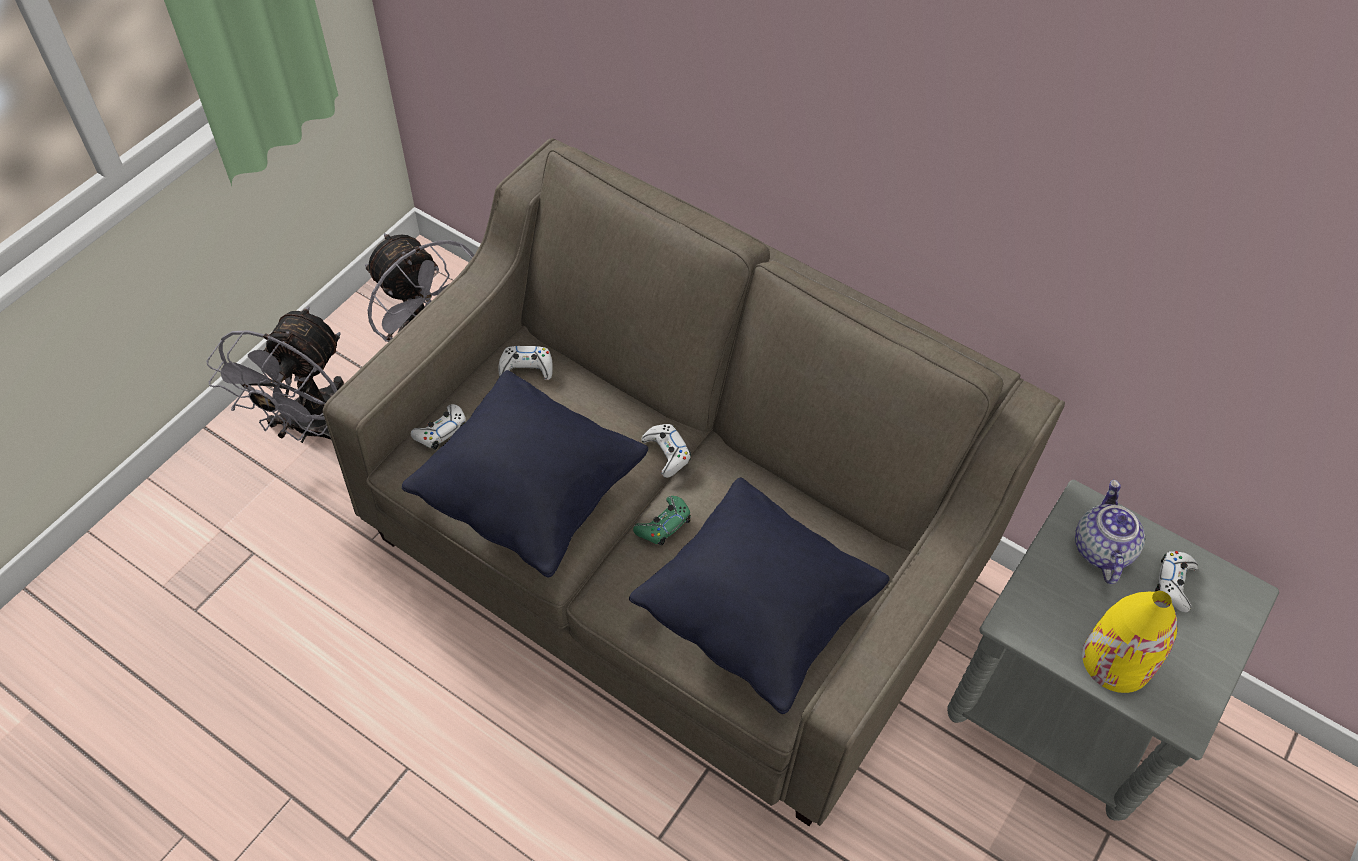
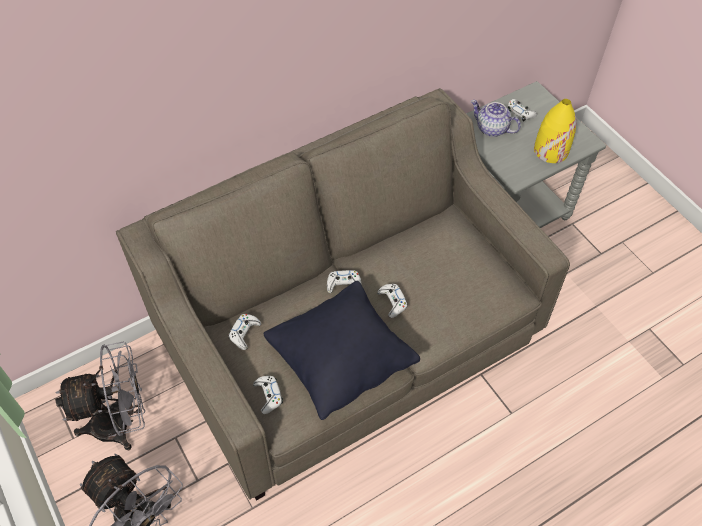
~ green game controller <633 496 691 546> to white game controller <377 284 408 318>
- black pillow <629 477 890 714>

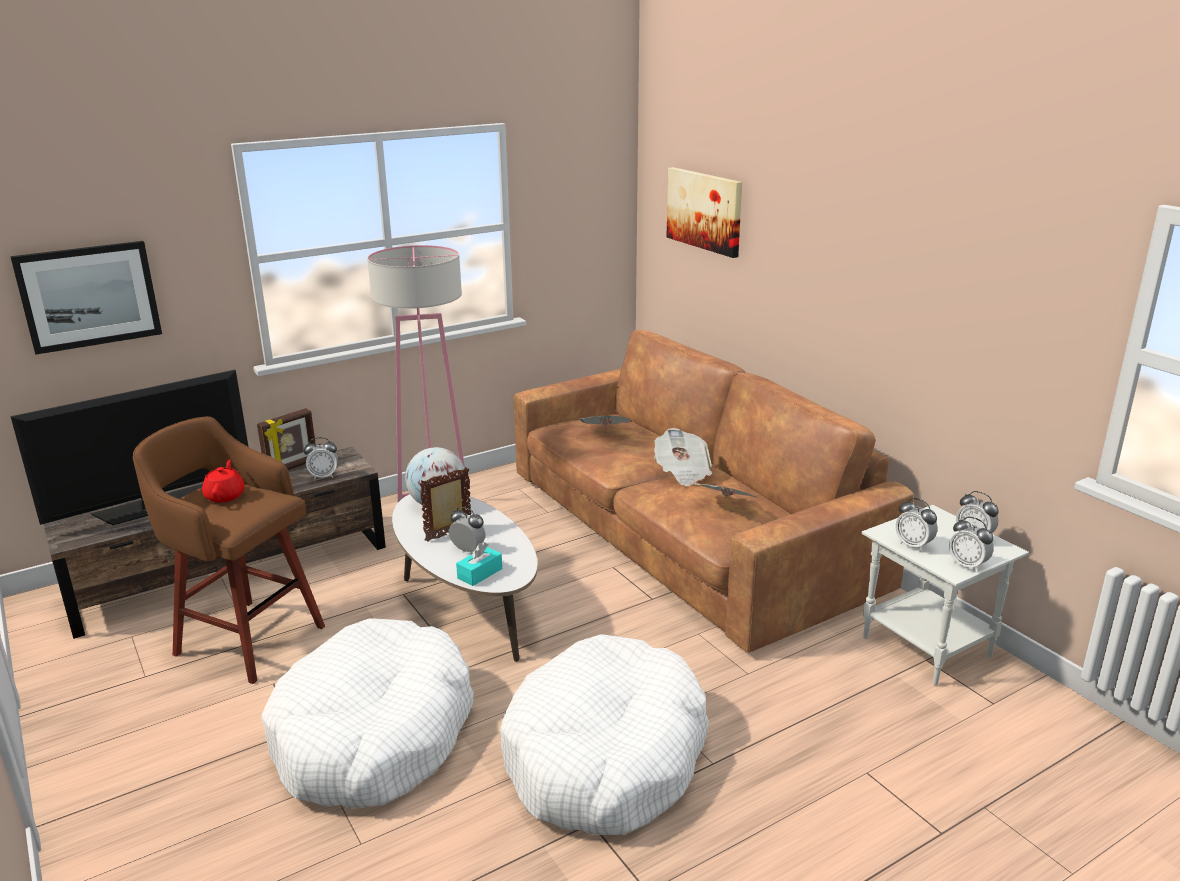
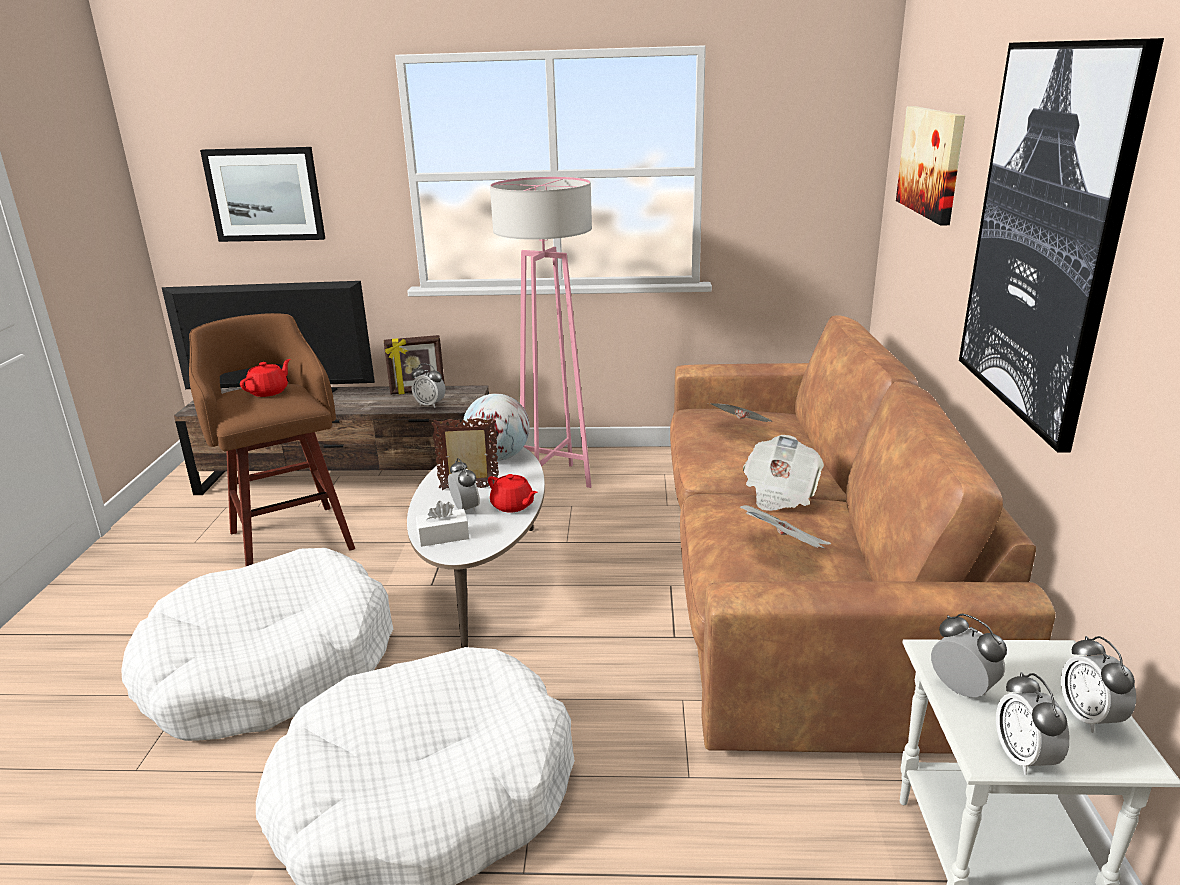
~ turquoise tissue box <456 542 502 586> to white tissue box <416 501 469 547>
+ red teapot <488 474 538 513>
~ alarm clock <895 498 938 552> = <931 614 1007 698> 150 degrees clockwise
+ picture <959 38 1164 452>

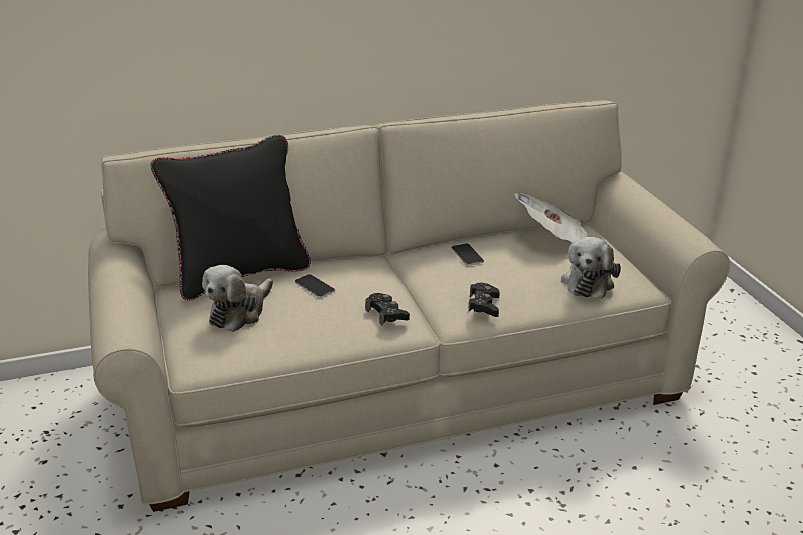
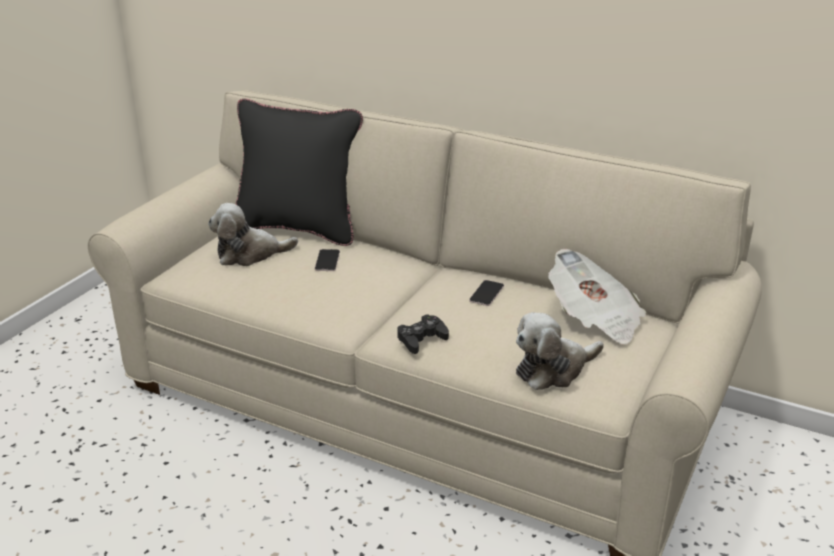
- black game controller <365 293 410 325>

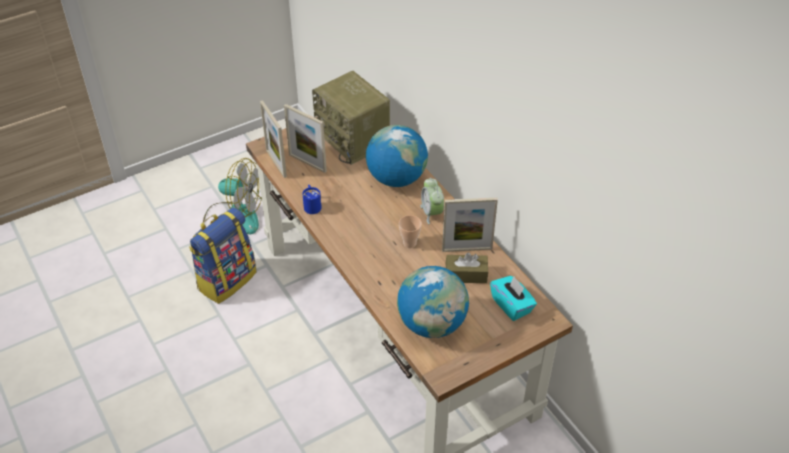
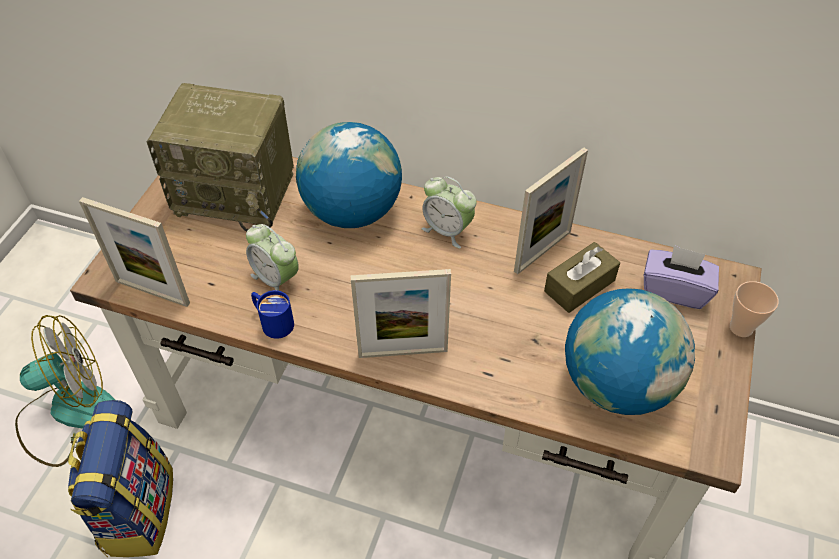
+ alarm clock <246 224 299 291>
~ picture frame <284 104 327 173> to <351 269 451 358>
~ turquoise tissue box <490 276 537 321> to purple tissue box <644 245 719 309>
~ cup <399 215 422 248> to <730 281 779 337>

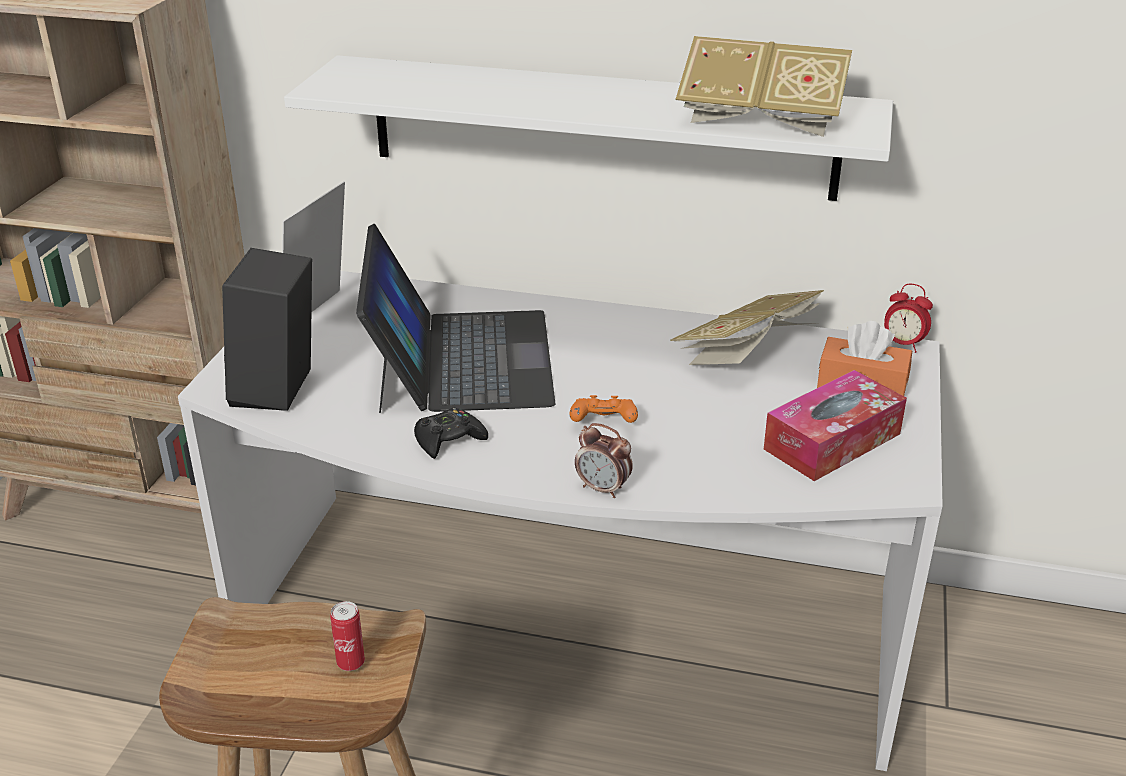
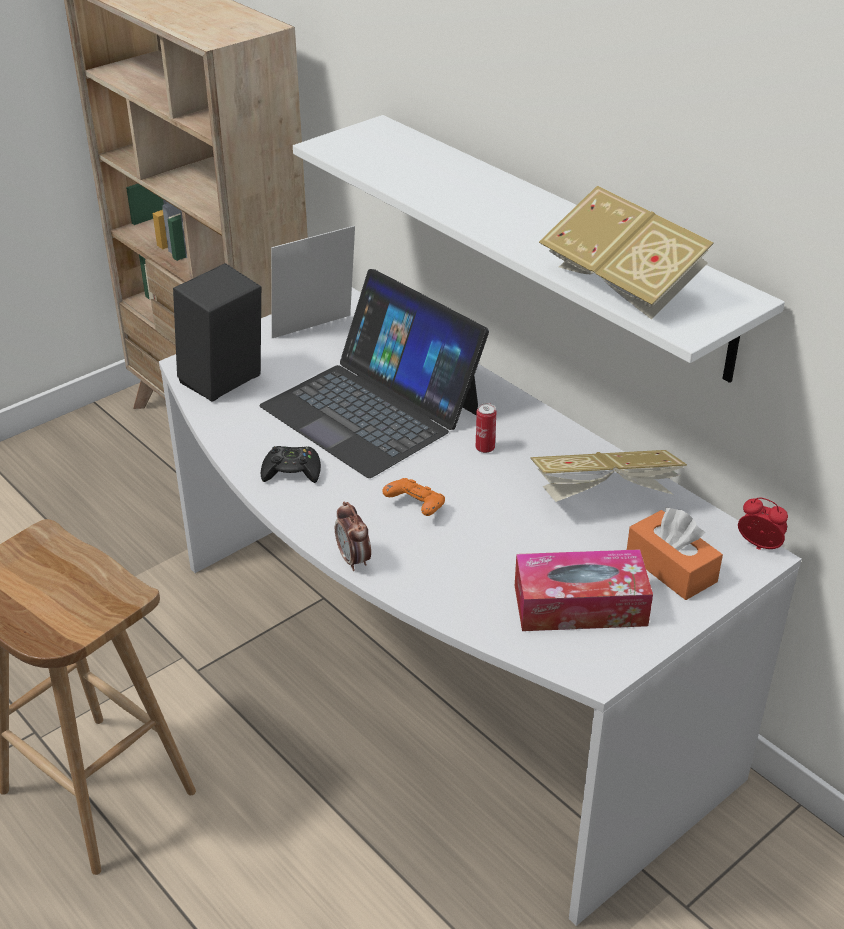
~ laptop <356 224 555 413> = <259 269 489 478> 105 degrees clockwise
~ can <330 601 365 671> to <476 403 496 453>
~ alarm clock <884 284 933 353> = <738 497 788 550> 150 degrees clockwise

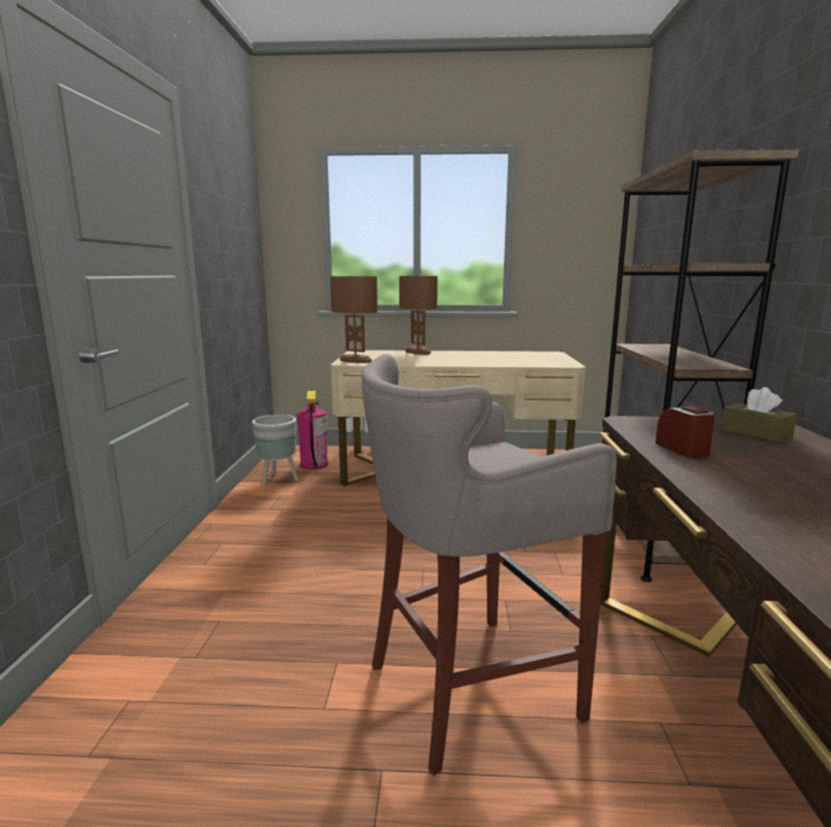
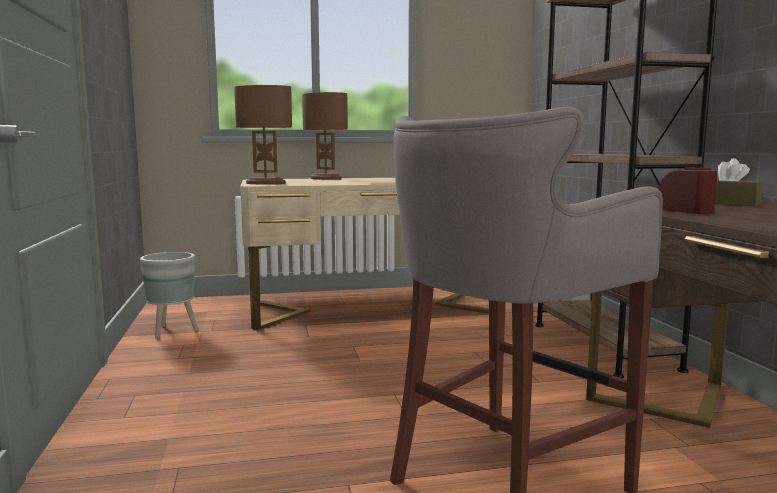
- fire extinguisher <297 391 328 470>

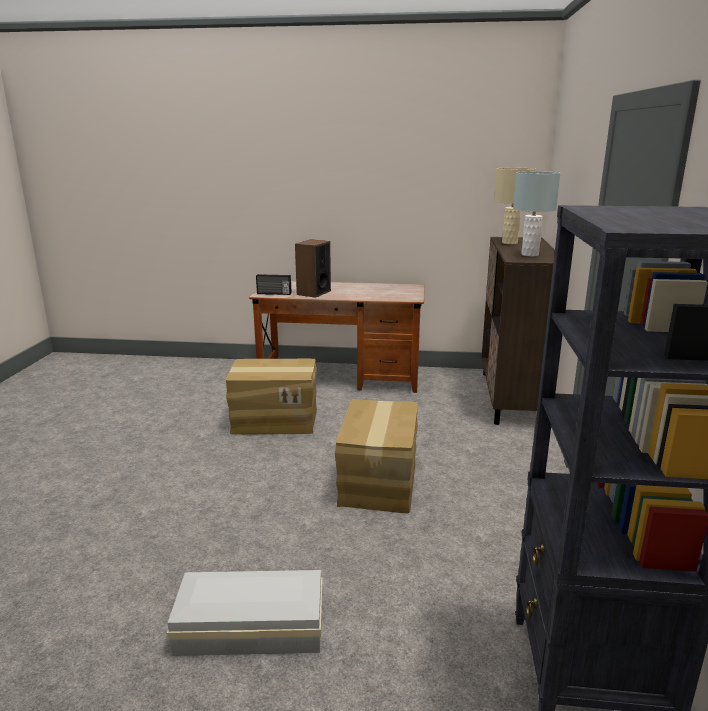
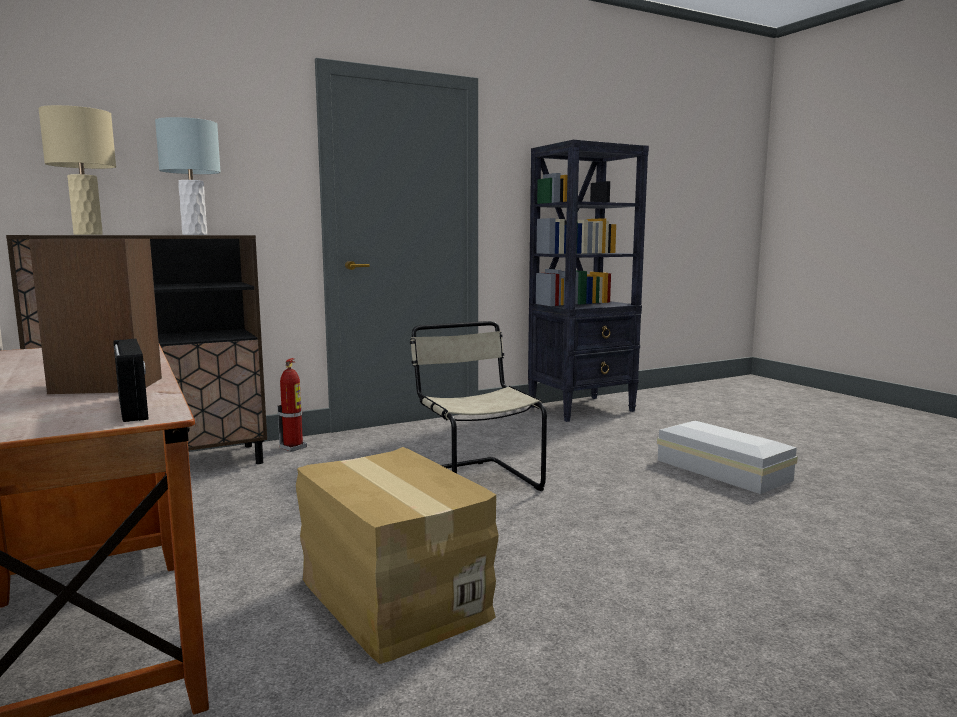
+ fire extinguisher <277 358 307 452>
~ cardboard box <335 399 418 513> to beige chair <410 321 547 491>

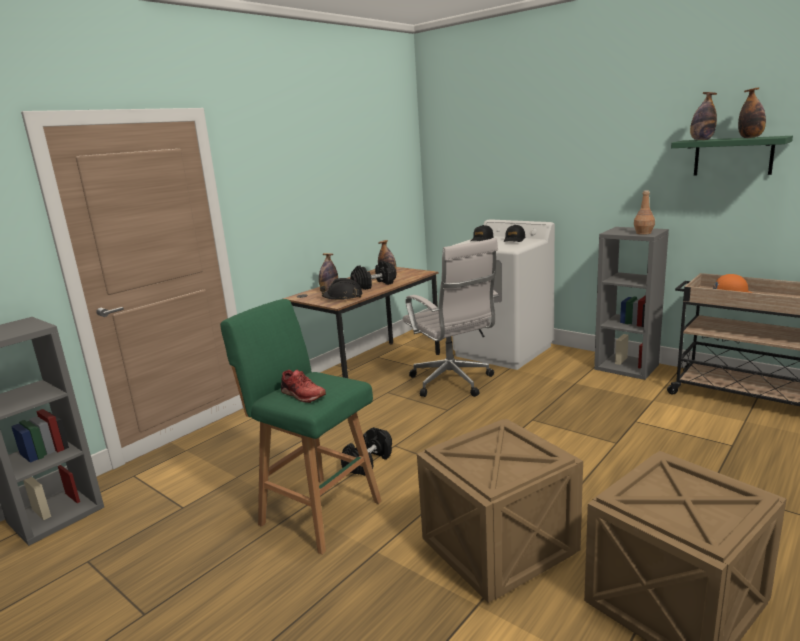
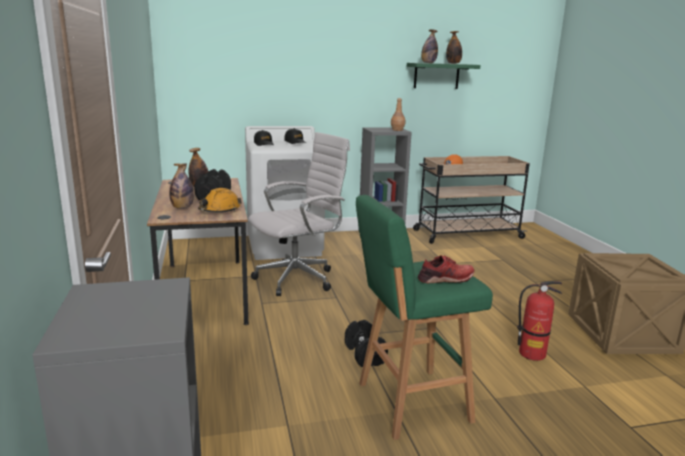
~ black hard hat <320 278 363 300> to orange hard hat <198 188 242 212>
~ white office chair <403 238 499 397> = <248 132 350 296> 45 degrees counterclockwise
~ crate <417 419 583 603> to fire extinguisher <517 281 562 361>

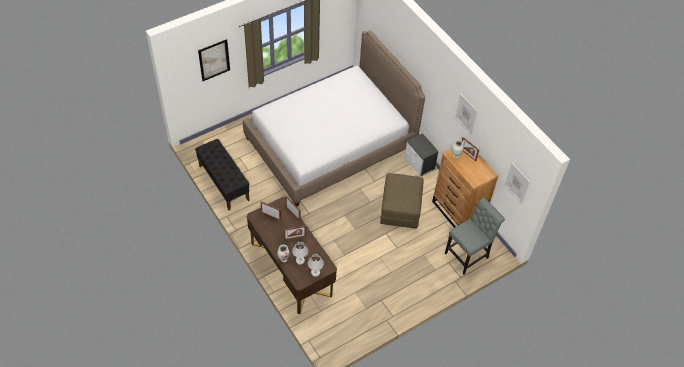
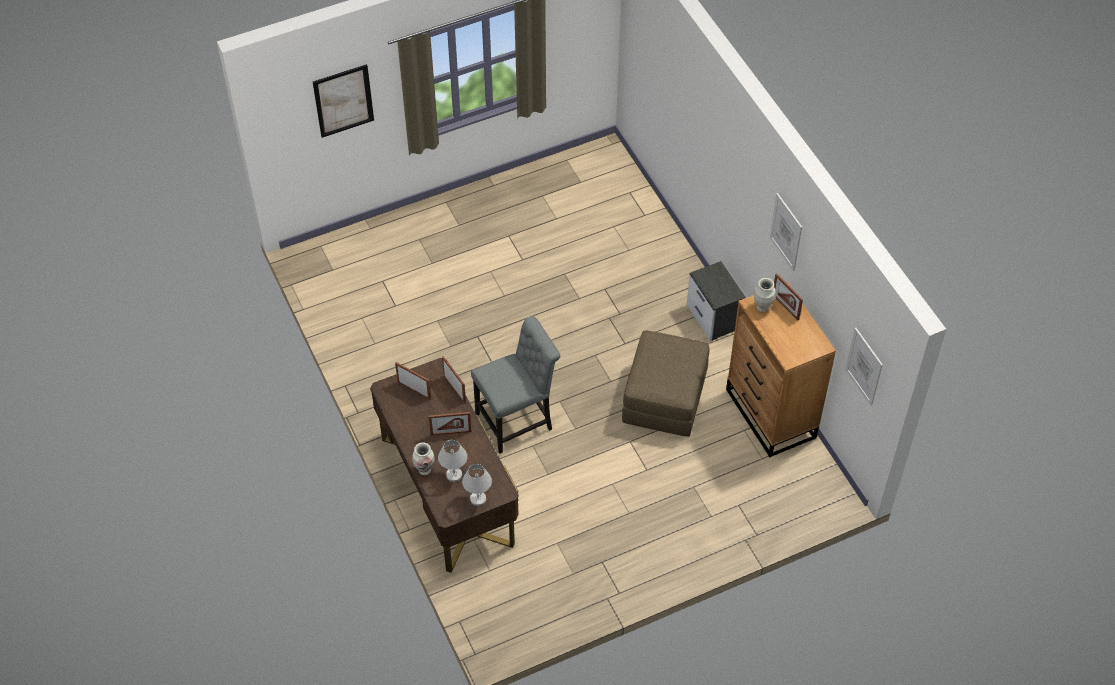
~ grey chair <445 198 505 274> to <471 316 560 454>
- black bench <195 139 250 210>
- bed <243 30 425 206>

